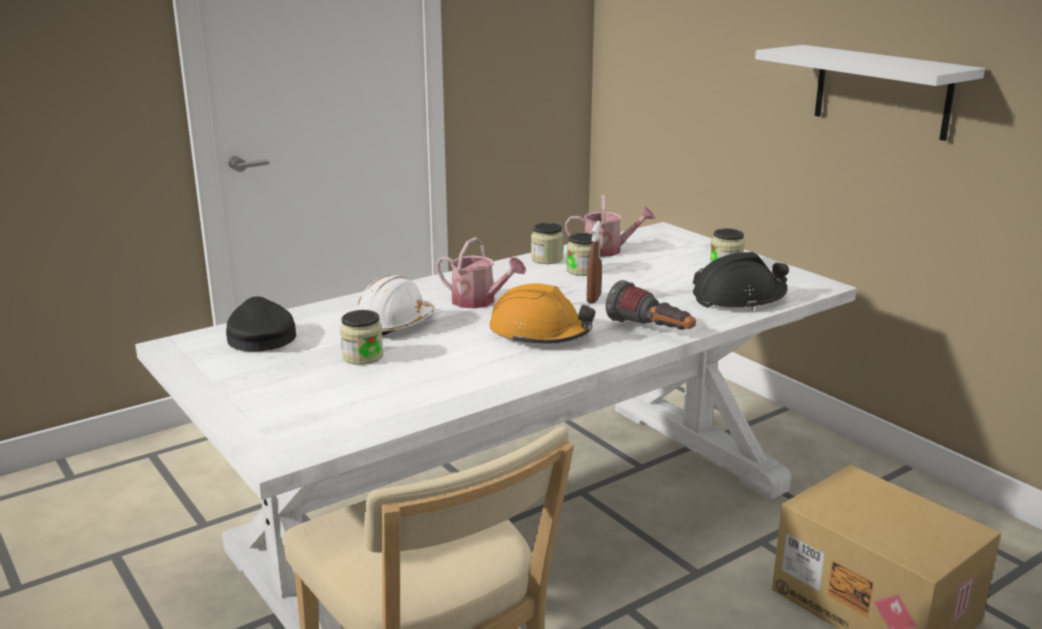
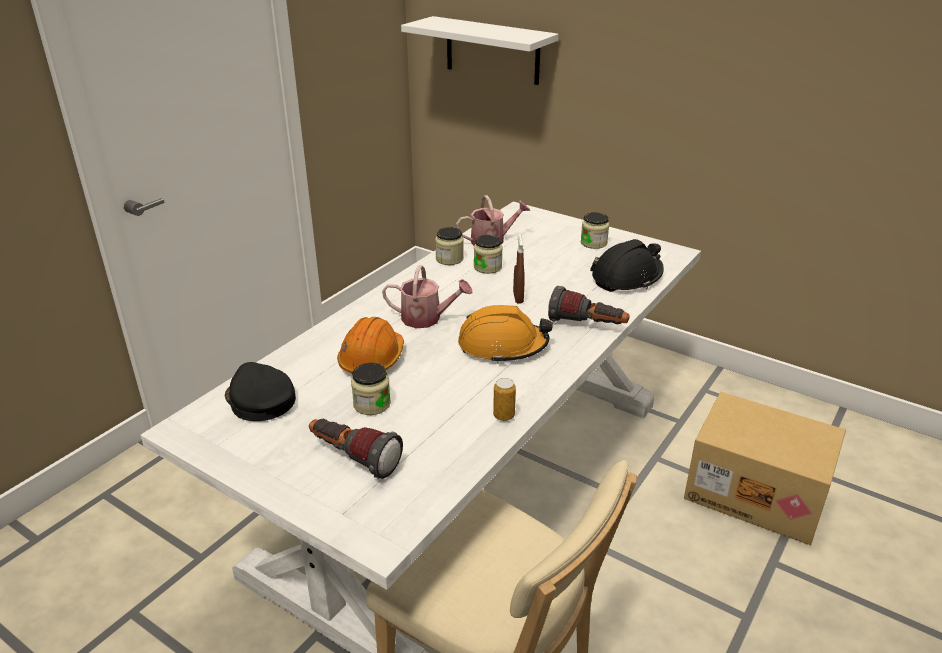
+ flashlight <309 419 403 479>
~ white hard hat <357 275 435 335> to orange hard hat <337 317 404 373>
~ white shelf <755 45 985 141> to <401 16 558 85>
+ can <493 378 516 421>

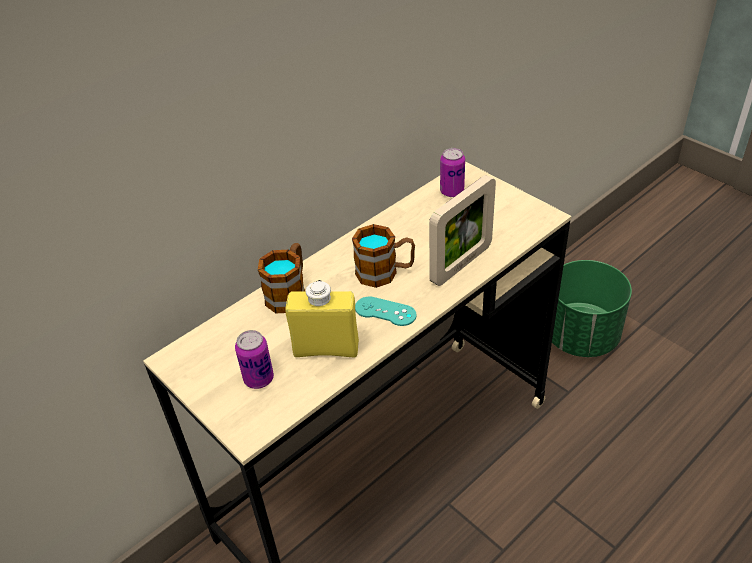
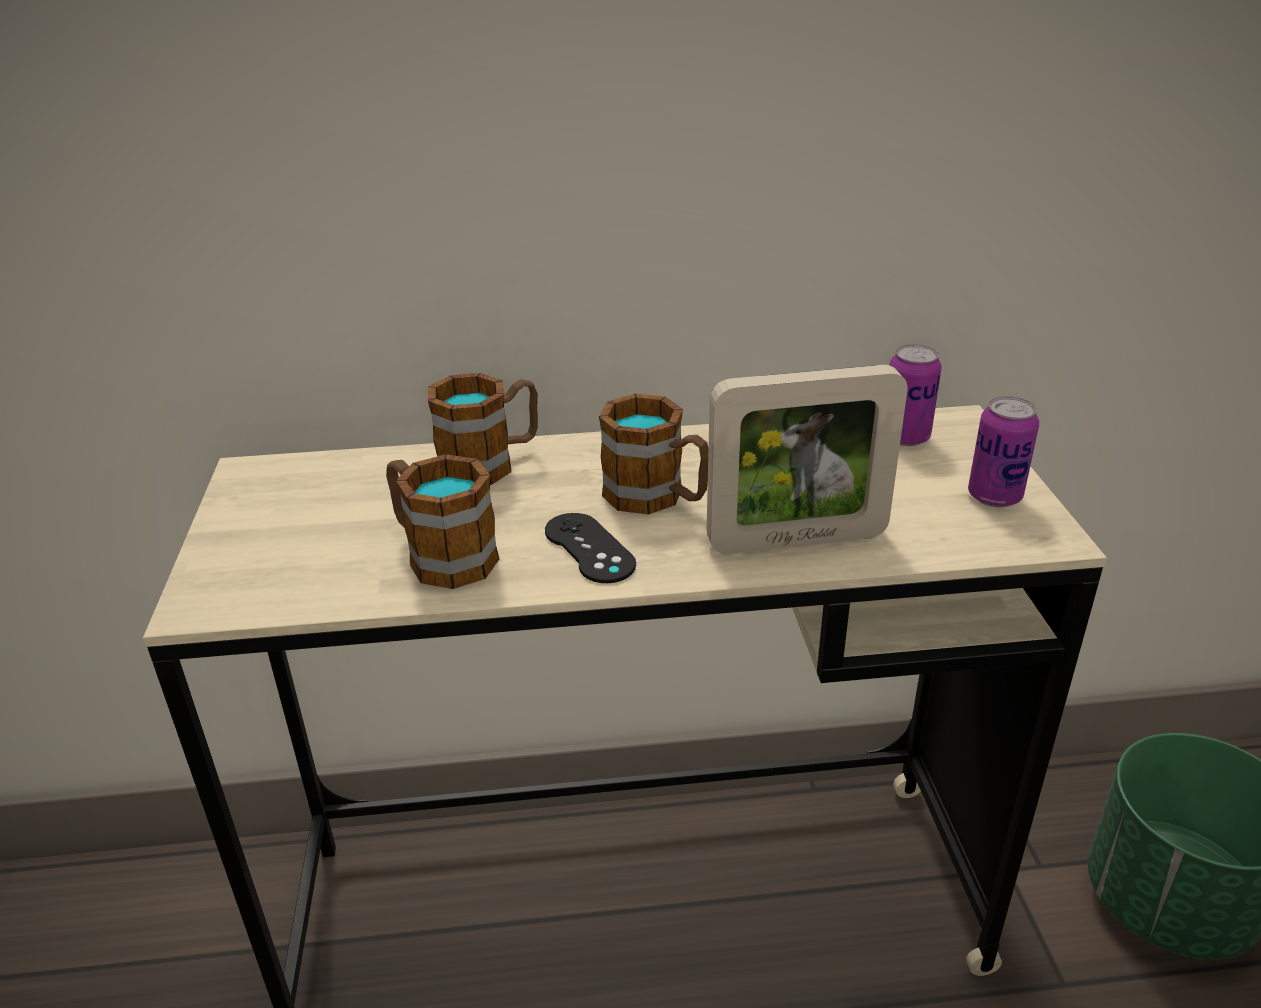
~ yellow bottle <285 280 359 357> to mug <386 454 499 589>
~ turquoise game controller <355 296 416 326> to black game controller <545 513 636 583>
~ can <235 330 274 389> to <968 396 1039 507>

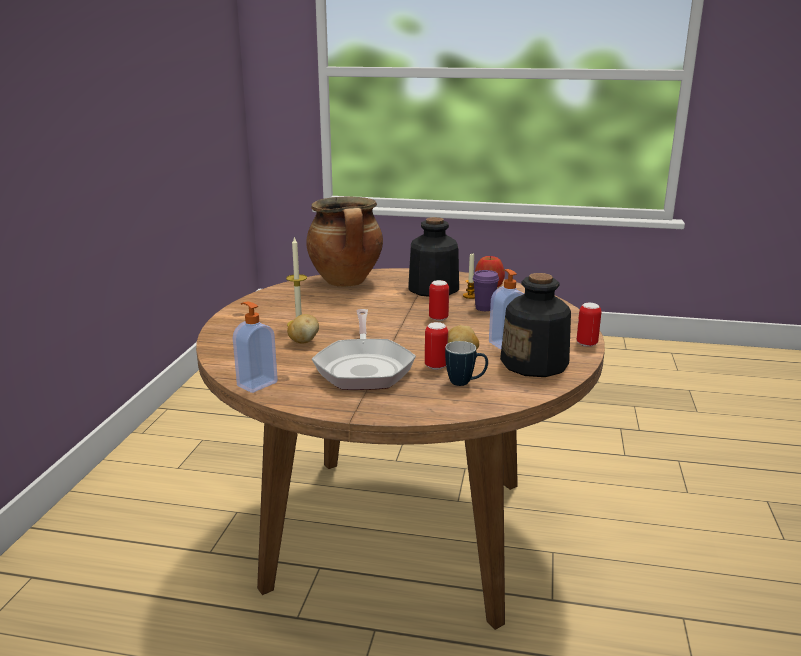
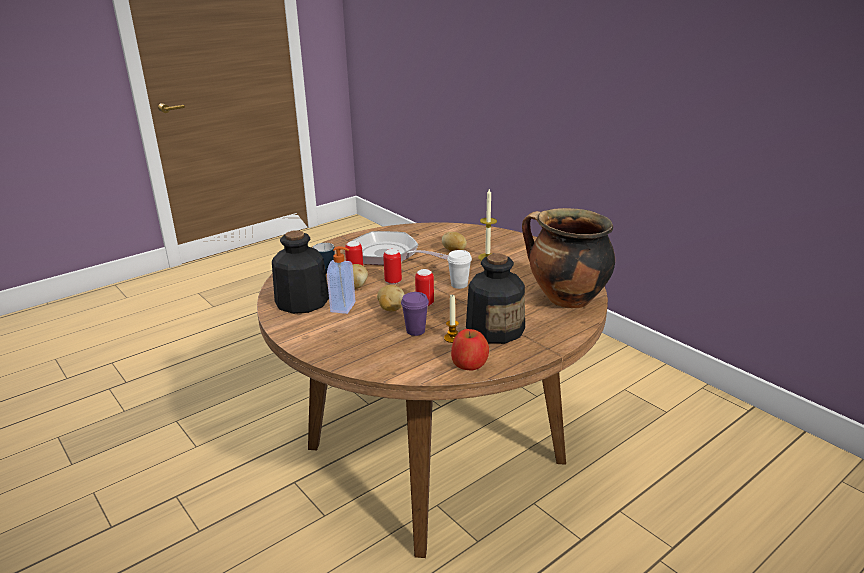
+ potato <377 285 405 311>
~ can <577 303 601 347> to <383 249 402 284>
+ white cup <447 250 472 289>
- soap dispenser <233 301 278 393>

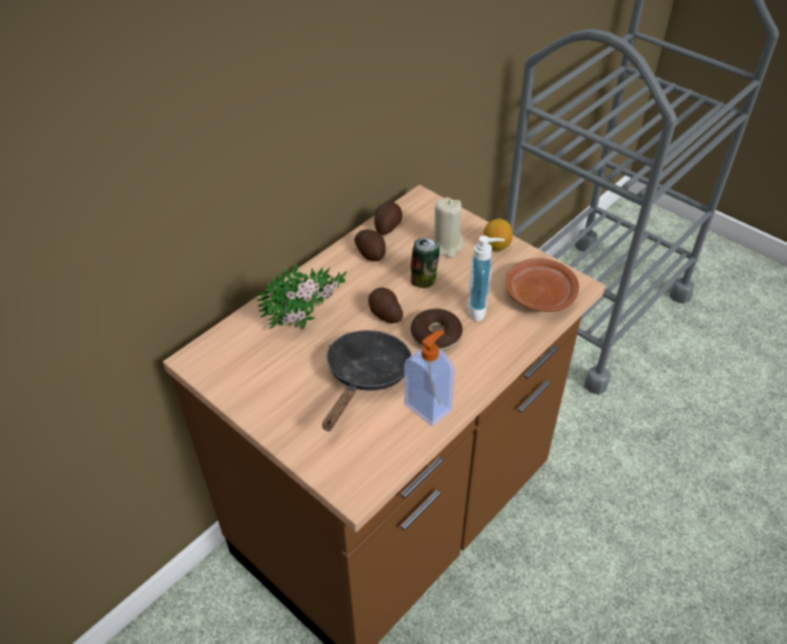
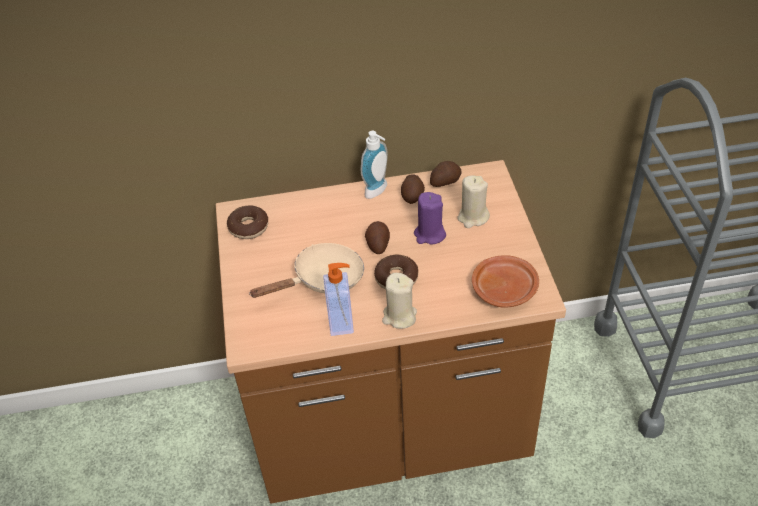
+ donut <227 205 268 239>
~ black frying pan <322 330 412 431> to beige frying pan <249 243 364 298>
~ soap dispenser <467 235 505 322> to <361 131 388 199>
+ beige candle <382 273 417 329>
~ can <411 238 440 288> to purple candle <414 192 446 245>
- potted plant <256 264 347 329>
- lemon <483 219 513 251>

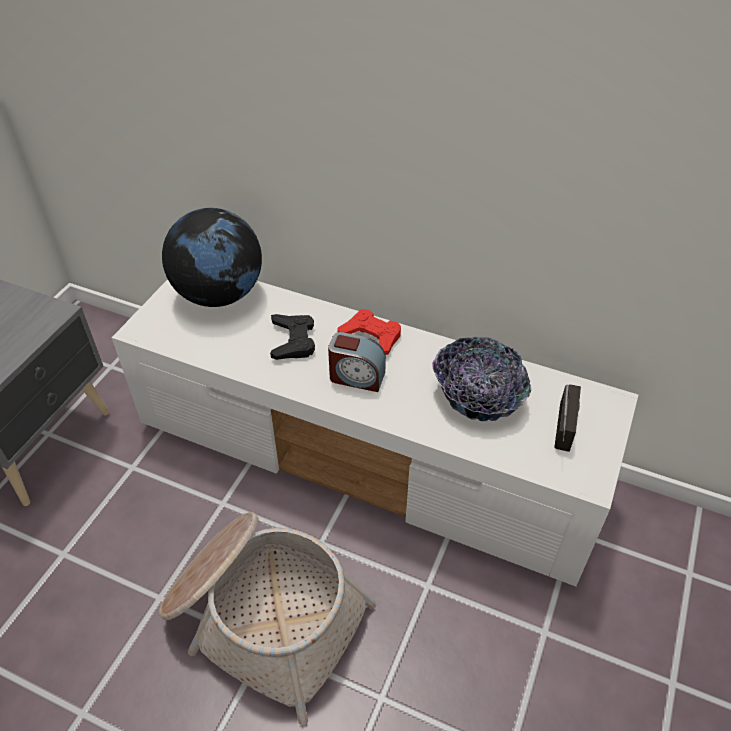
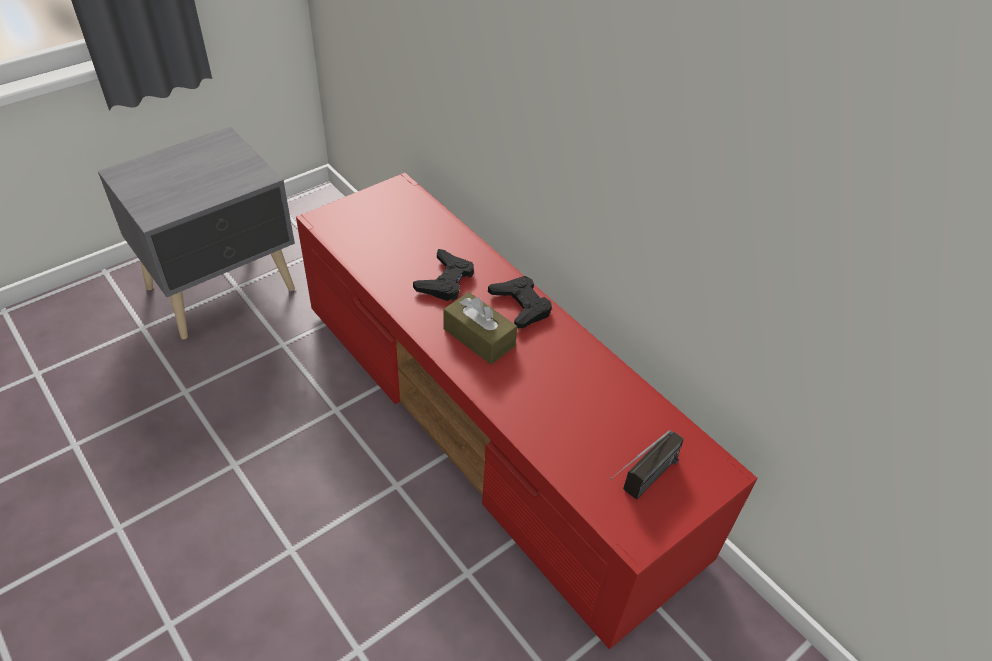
~ white tv stand <112 279 638 587> to red tv stand <296 173 758 650>
~ alarm clock <328 332 386 392> to brown tissue box <444 292 517 365>
~ red game controller <337 309 401 355> to black game controller <488 276 552 328>
- basket <159 512 377 725>
- globe <162 208 262 307>
- bowl <432 337 532 421>

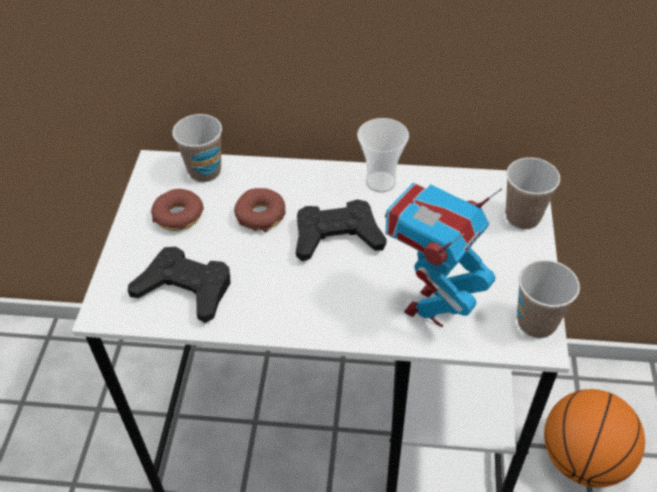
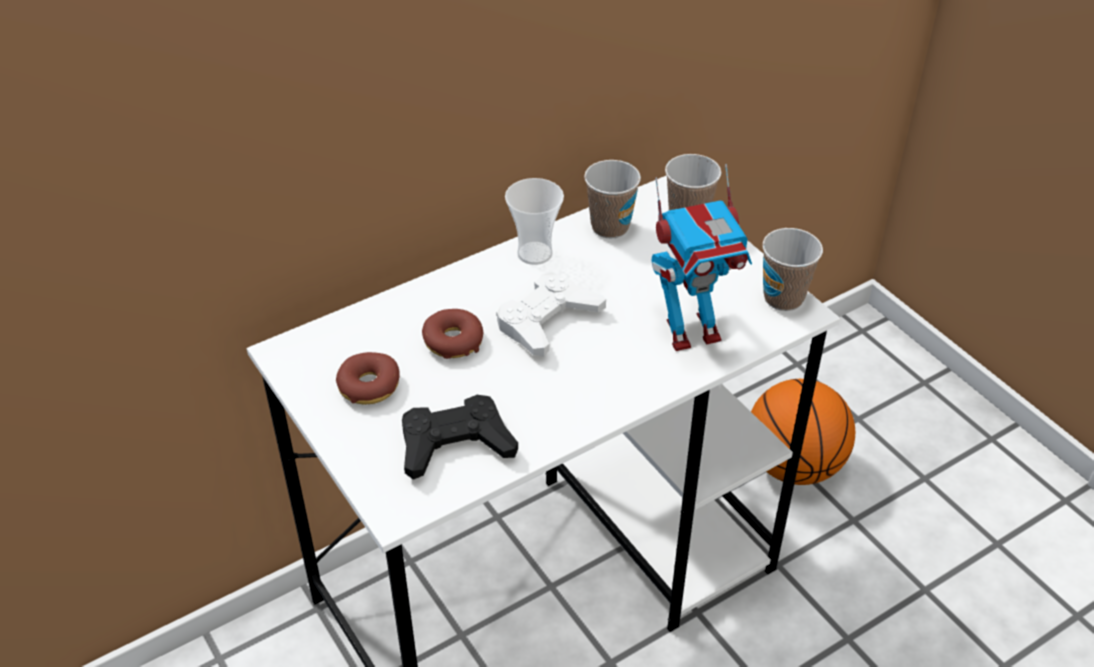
~ black game controller <296 199 387 261> to white game controller <496 272 606 356>
~ cup <172 114 222 182> to <584 160 641 238>
~ toy robot <385 183 502 327> = <652 164 752 351> 105 degrees counterclockwise

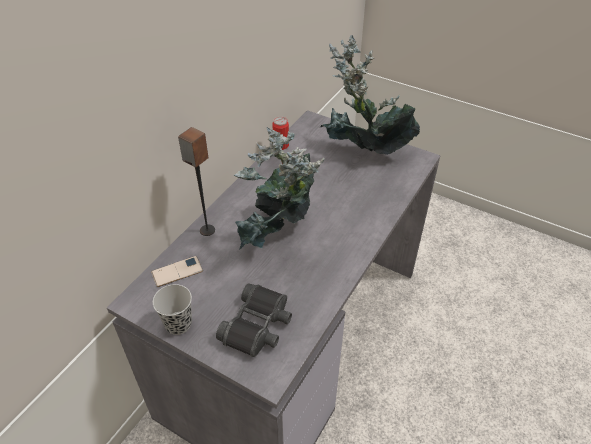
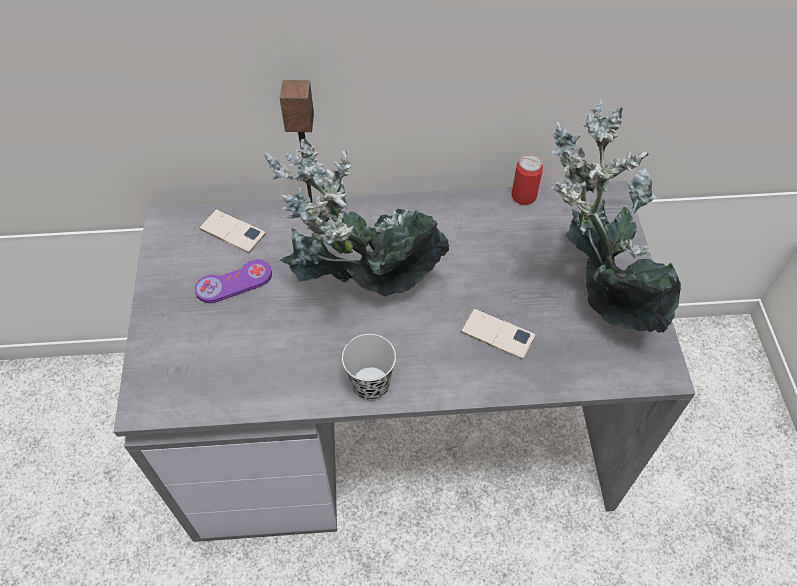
+ purple game controller <195 259 272 303>
~ black cup <153 284 192 335> to <342 334 396 401>
+ phone <461 308 536 359>
- black binoculars <216 283 292 357>

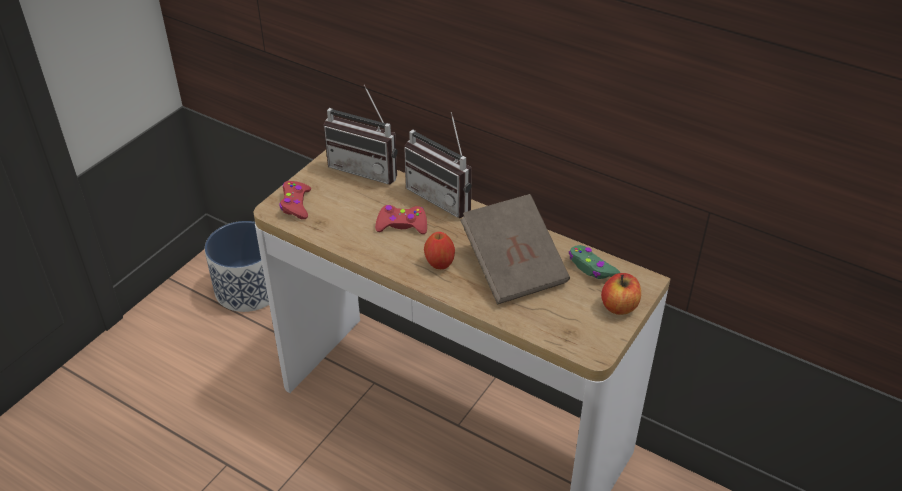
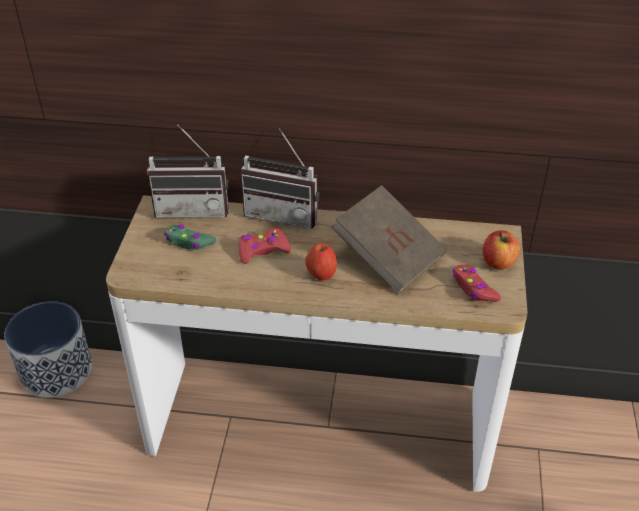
~ green game controller <569 245 620 279> to <164 224 216 250>
~ red game controller <279 181 311 219> to <453 265 501 302>

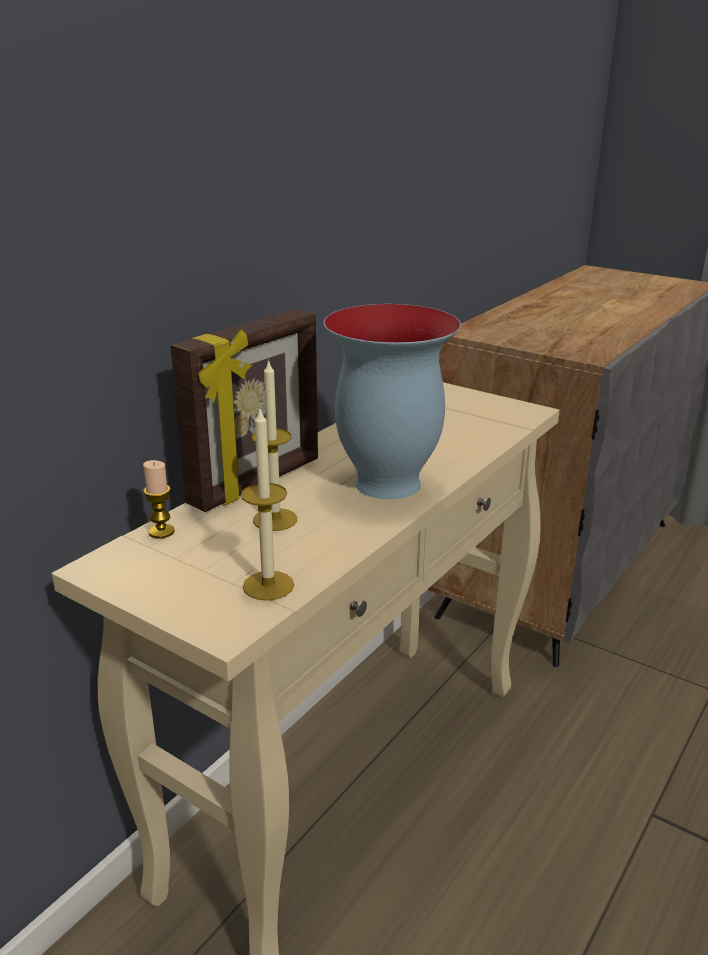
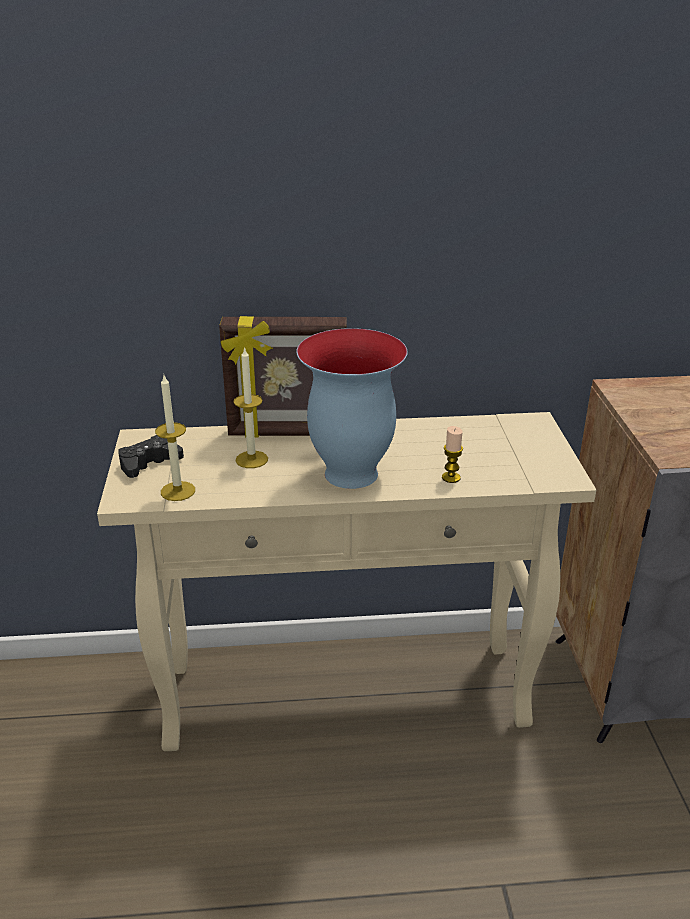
+ black game controller <118 435 184 478>
~ candle <143 460 175 538> to <442 426 463 483>

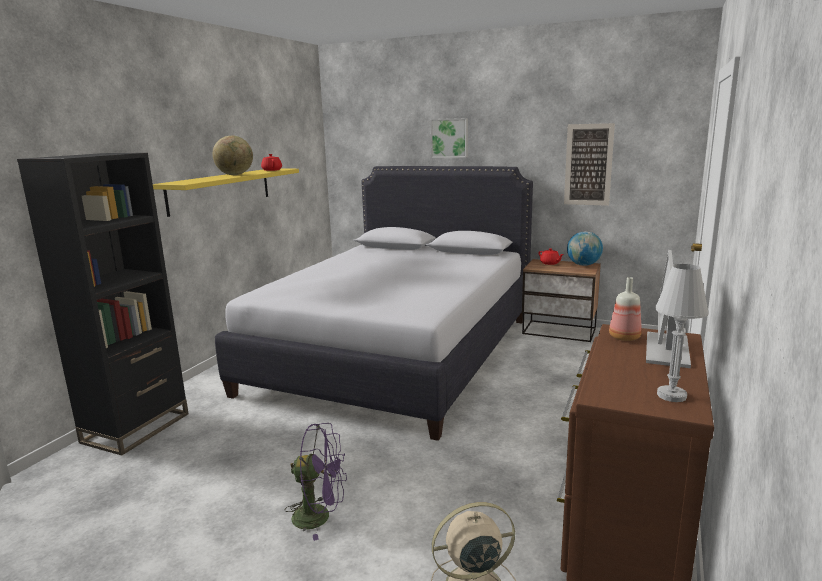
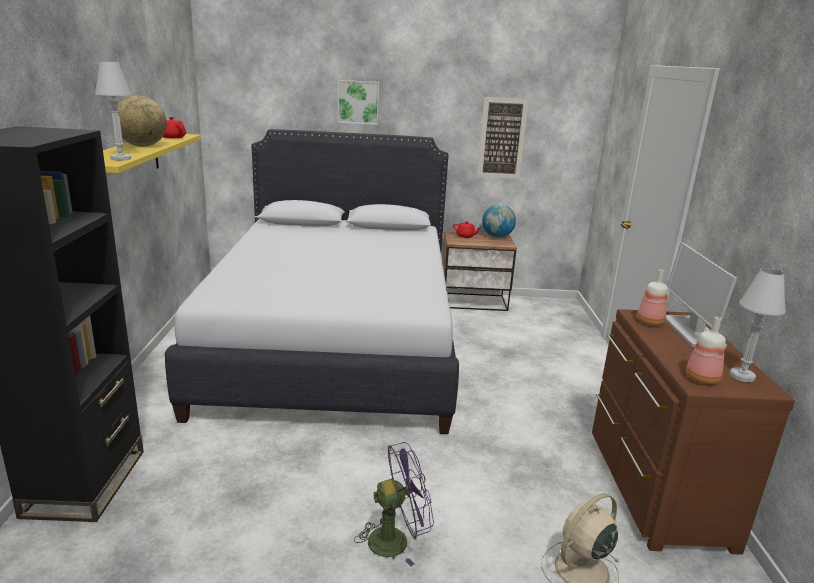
+ white table lamp <95 61 131 161>
+ bottle <686 317 726 384>

